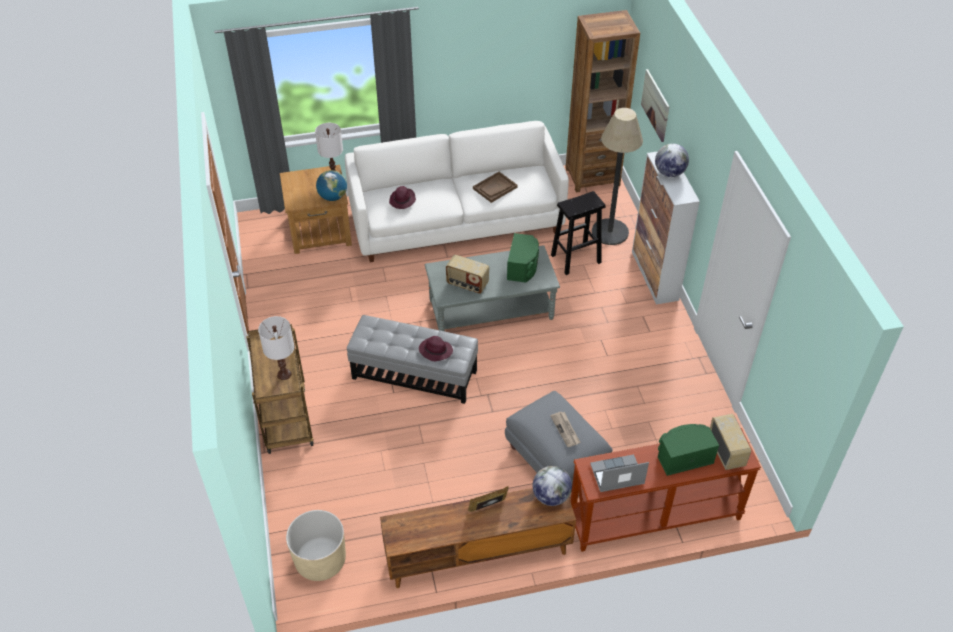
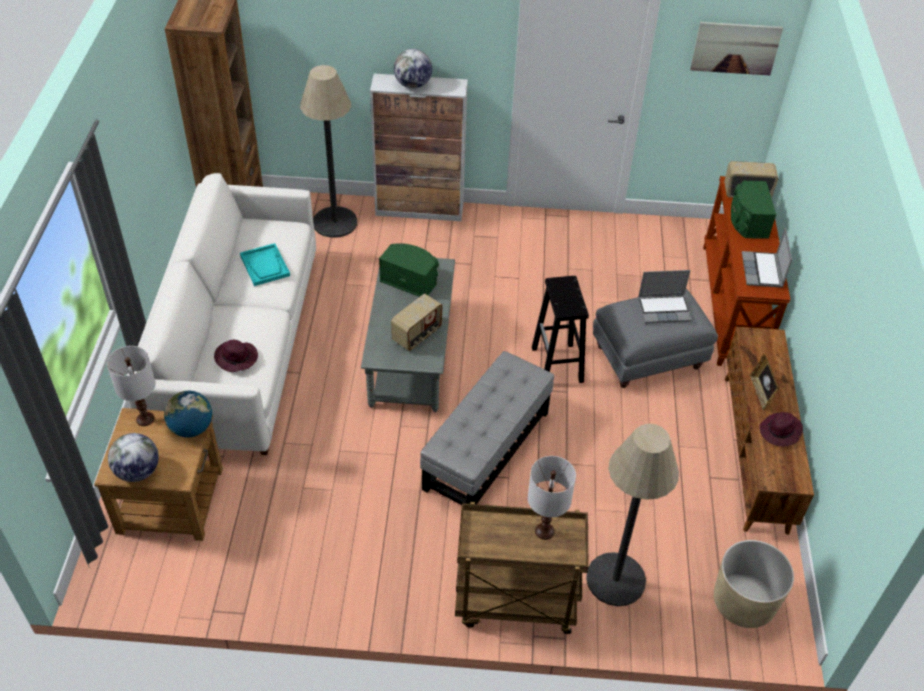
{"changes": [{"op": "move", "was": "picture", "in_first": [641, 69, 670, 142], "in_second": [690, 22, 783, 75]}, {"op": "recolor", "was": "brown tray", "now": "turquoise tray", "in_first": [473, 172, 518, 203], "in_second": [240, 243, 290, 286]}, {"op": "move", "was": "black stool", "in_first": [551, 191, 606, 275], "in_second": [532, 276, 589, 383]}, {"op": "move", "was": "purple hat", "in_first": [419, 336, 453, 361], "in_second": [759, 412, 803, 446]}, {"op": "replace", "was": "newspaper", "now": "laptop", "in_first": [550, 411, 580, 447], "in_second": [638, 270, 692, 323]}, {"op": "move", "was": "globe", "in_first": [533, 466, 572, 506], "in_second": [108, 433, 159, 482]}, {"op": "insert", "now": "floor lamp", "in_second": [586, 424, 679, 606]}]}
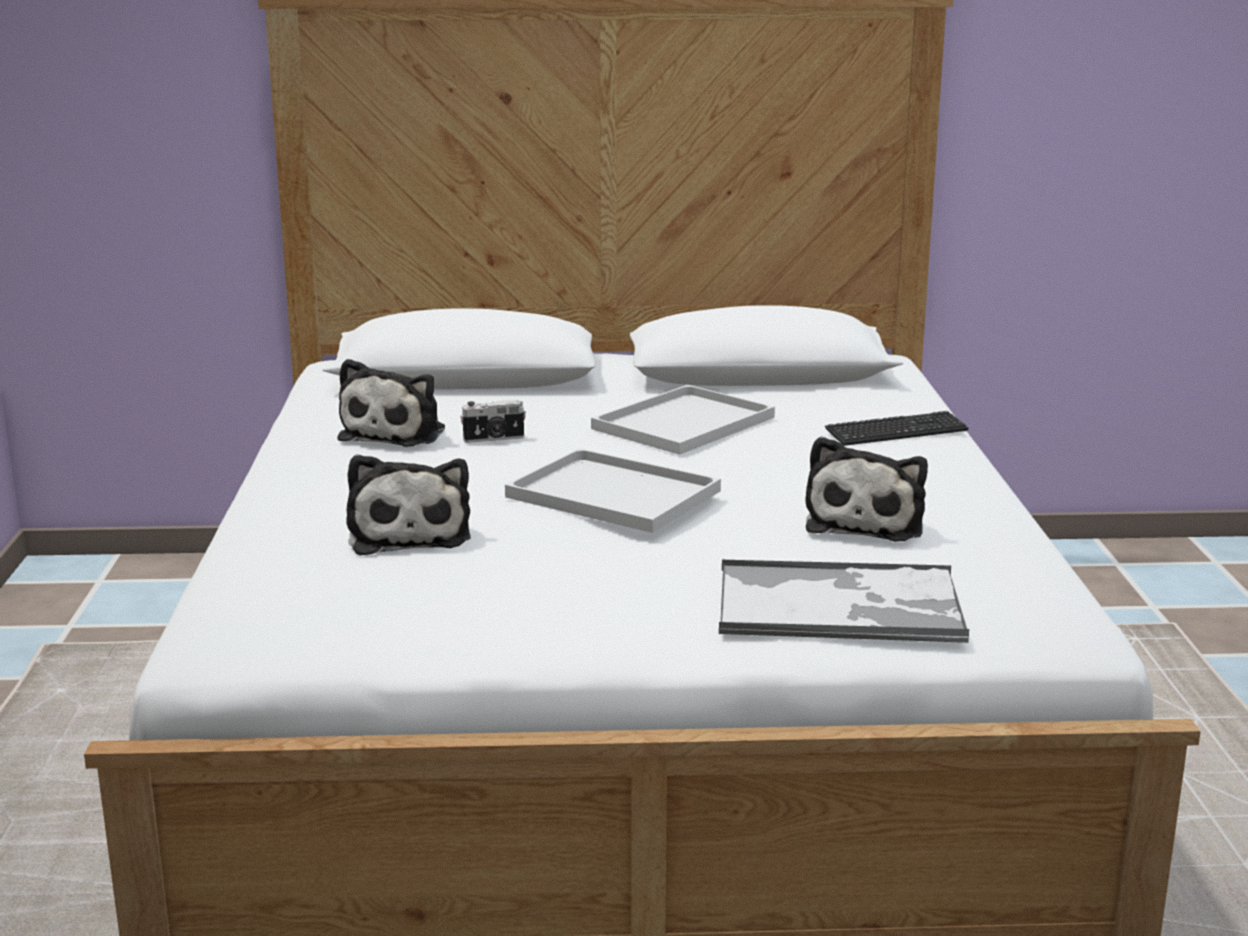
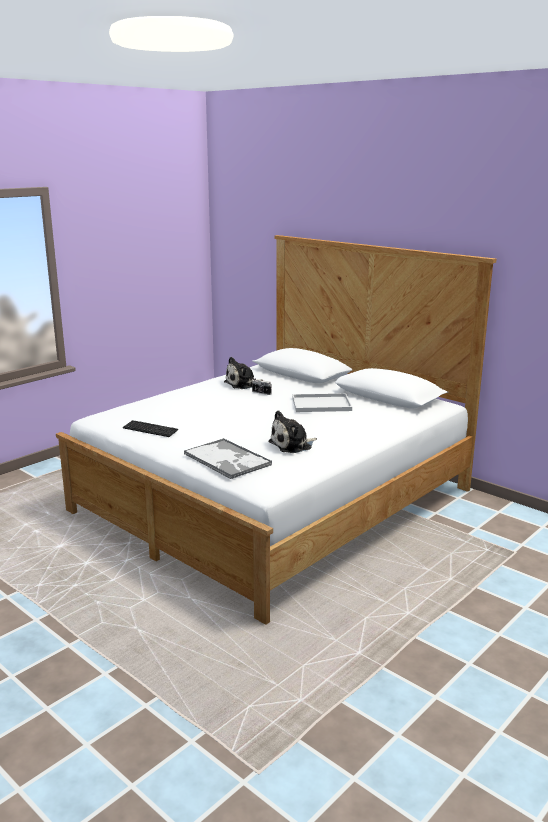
{"changes": [{"op": "move", "was": "keyboard", "in_first": [825, 411, 968, 446], "in_second": [123, 420, 178, 437]}, {"op": "delete", "was": "white tray", "in_first": [505, 448, 721, 533]}, {"op": "delete", "was": "plush toy", "in_first": [347, 454, 471, 555]}]}
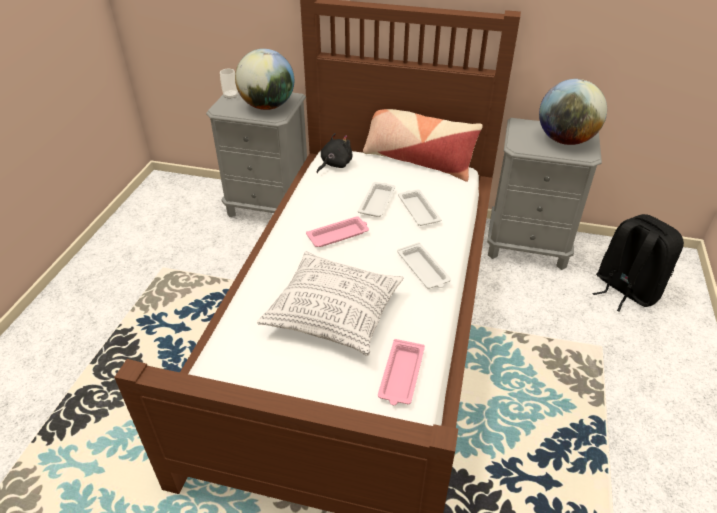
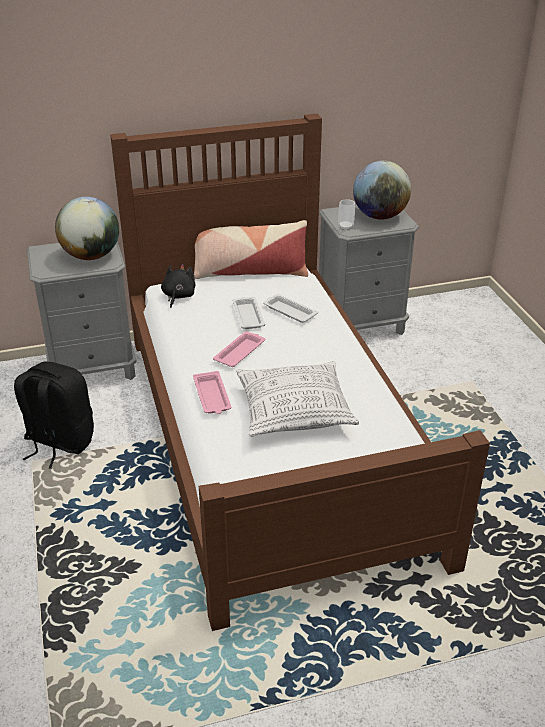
{"changes": [{"op": "move", "was": "cup", "in_first": [220, 69, 238, 99], "in_second": [338, 199, 355, 231]}, {"op": "move", "was": "black backpack", "in_first": [592, 214, 684, 312], "in_second": [14, 361, 94, 469]}, {"op": "delete", "was": "white tray", "in_first": [397, 242, 451, 289]}, {"op": "move", "was": "pink tray", "in_first": [378, 339, 425, 405], "in_second": [193, 371, 231, 414]}]}
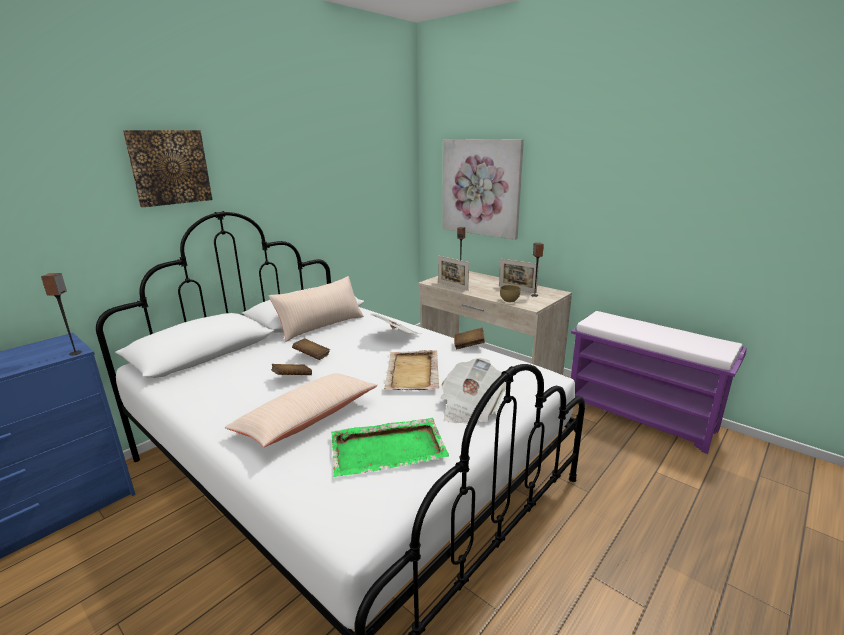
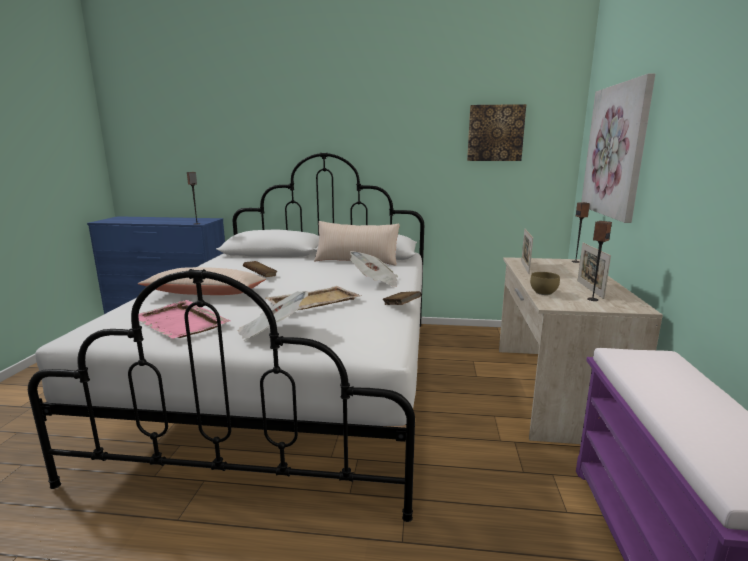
{"changes": [{"op": "move", "was": "picture", "in_first": [123, 130, 212, 207], "in_second": [467, 104, 526, 161]}, {"op": "delete", "was": "brown book", "in_first": [292, 338, 330, 360]}, {"op": "recolor", "was": "green tray", "now": "pink tray", "in_first": [331, 418, 449, 478], "in_second": [139, 300, 230, 339]}]}
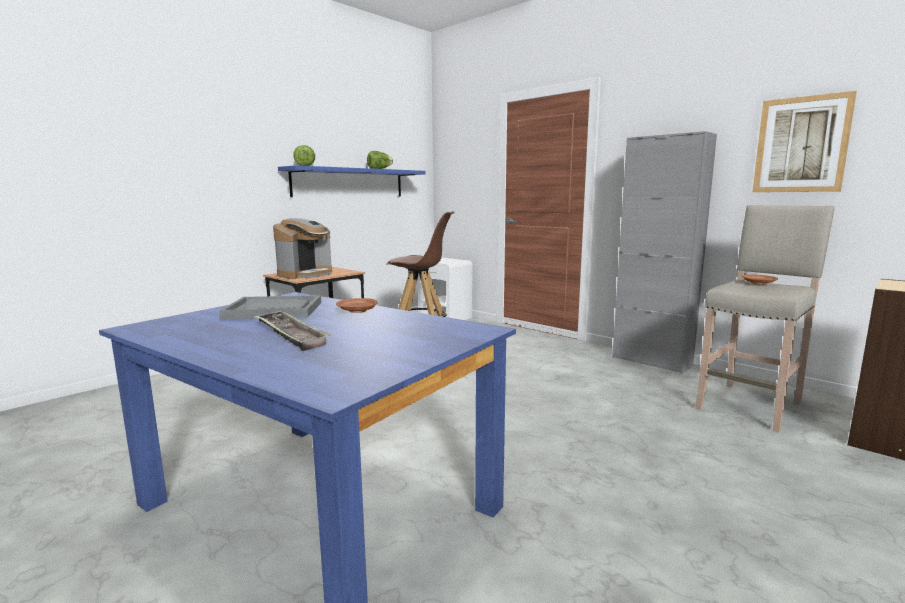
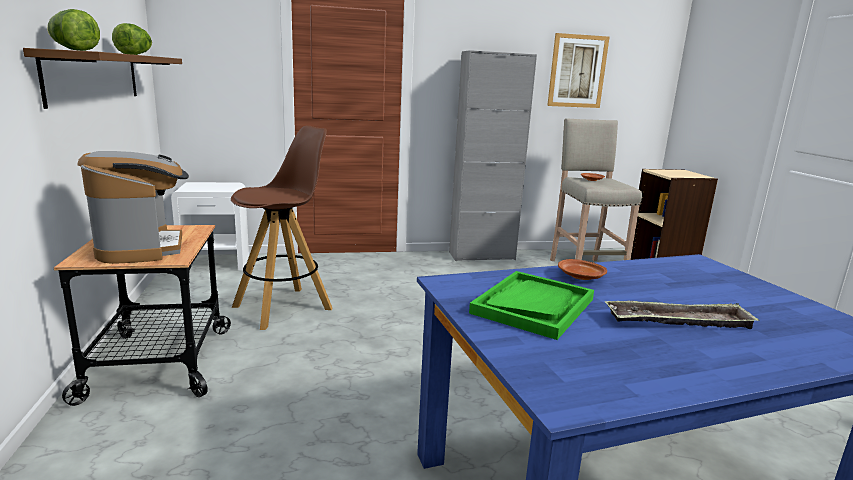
{"changes": [{"op": "recolor", "was": "blue shelf", "now": "brown shelf", "in_first": [278, 165, 426, 197], "in_second": [23, 48, 182, 109]}, {"op": "recolor", "was": "grey tray", "now": "green tray", "in_first": [219, 295, 321, 319], "in_second": [469, 271, 594, 340]}]}
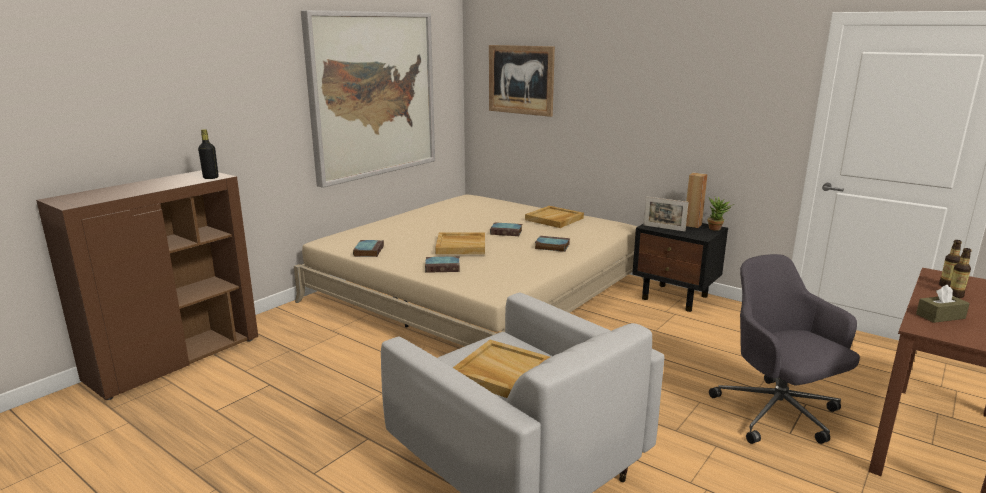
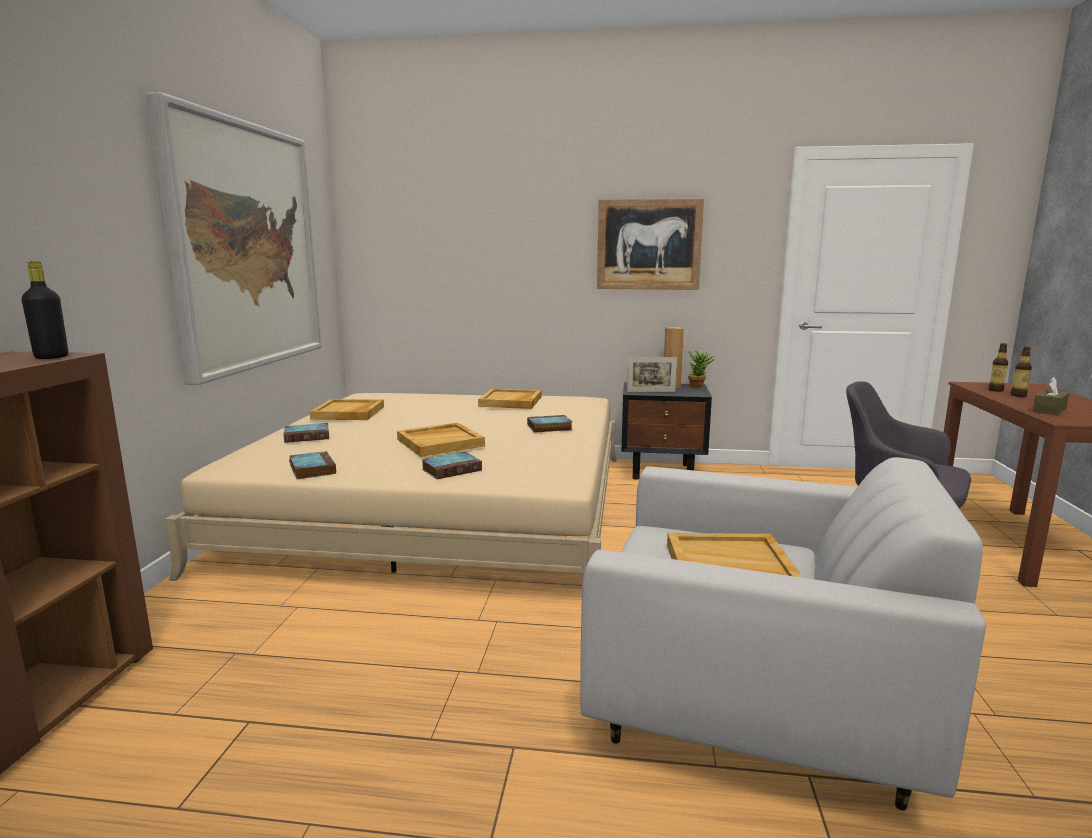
{"changes": [{"op": "move", "was": "picture", "in_first": [489, 45, 555, 117], "in_second": [597, 198, 704, 290]}, {"op": "move", "was": "book", "in_first": [490, 222, 522, 236], "in_second": [283, 423, 329, 443]}, {"op": "insert", "now": "beige tray", "in_second": [310, 399, 384, 420]}]}
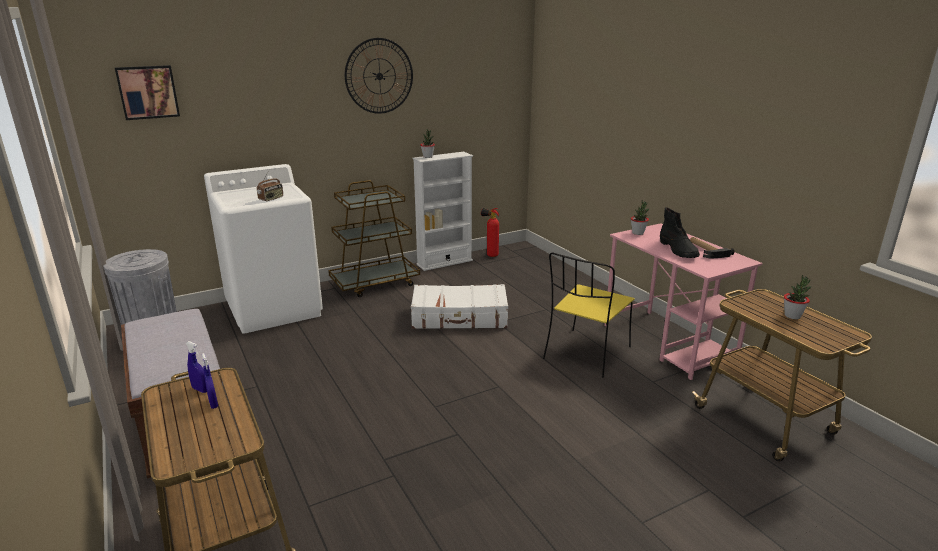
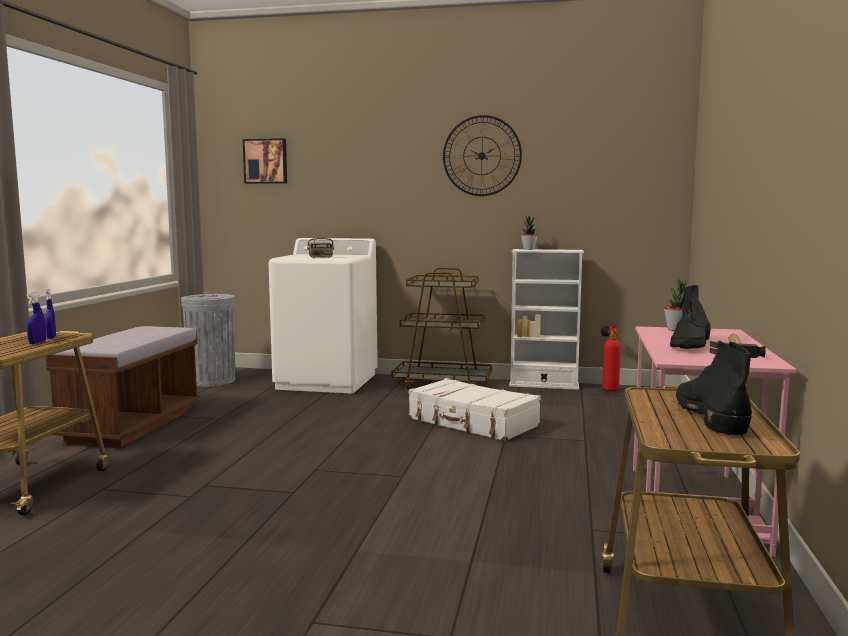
{"changes": [{"op": "delete", "was": "yellow chair", "in_first": [543, 253, 634, 378]}, {"op": "replace", "was": "potted plant", "now": "black boot", "in_first": [784, 275, 812, 319], "in_second": [676, 341, 752, 436]}]}
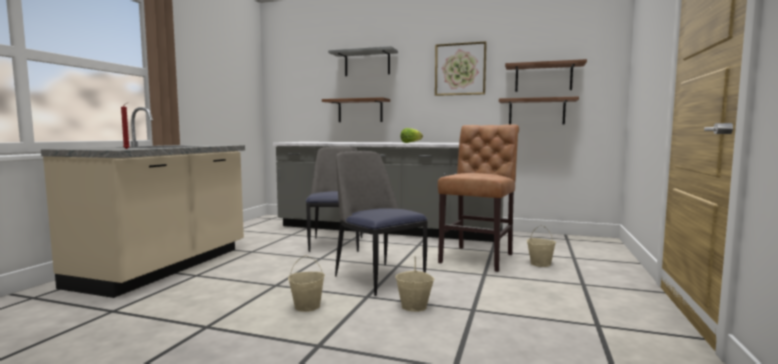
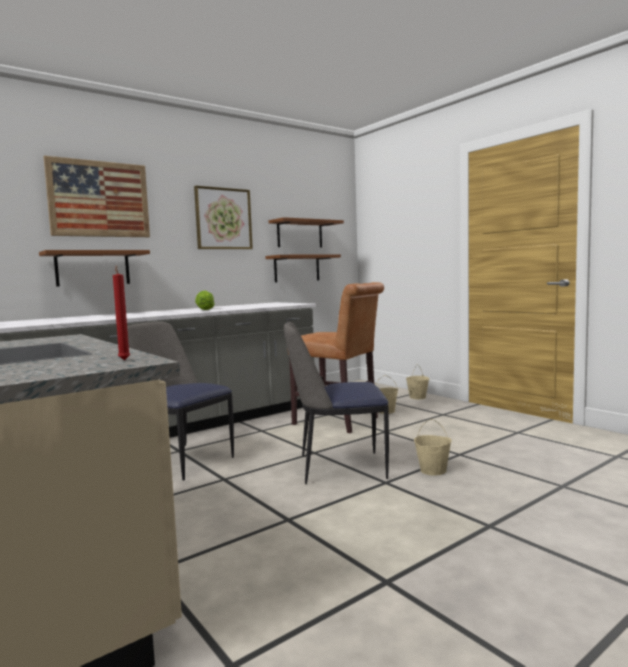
{"changes": [{"op": "replace", "was": "grey shelf", "now": "picture", "in_first": [328, 46, 398, 76], "in_second": [43, 156, 150, 237]}, {"op": "rotate", "was": "brown chair", "in_first": [438, 125, 519, 272], "in_second": [287, 282, 384, 434], "clockwise": 150}, {"op": "move", "was": "beige bucket", "in_first": [288, 255, 325, 312], "in_second": [406, 365, 429, 399]}]}
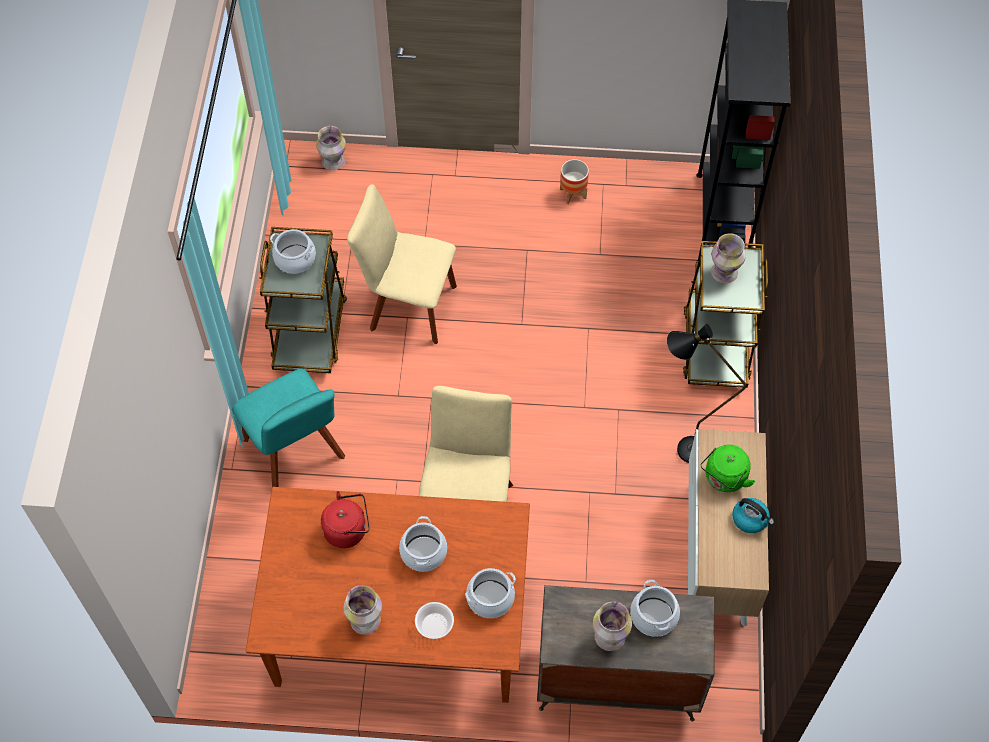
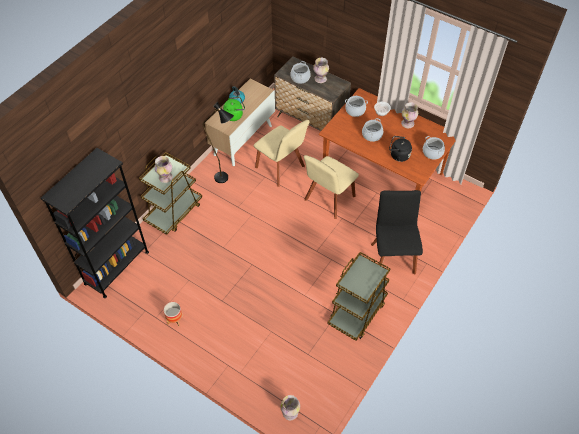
{"changes": [{"op": "move", "was": "beige chair", "in_first": [347, 184, 457, 344], "in_second": [253, 120, 310, 187]}, {"op": "move", "was": "cooking pot", "in_first": [270, 229, 316, 274], "in_second": [423, 136, 445, 160]}, {"op": "recolor", "was": "turquoise chair", "now": "black chair", "in_first": [232, 368, 345, 487], "in_second": [371, 190, 423, 275]}, {"op": "recolor", "was": "red kettle", "now": "black kettle", "in_first": [321, 491, 370, 548], "in_second": [389, 136, 412, 162]}]}
